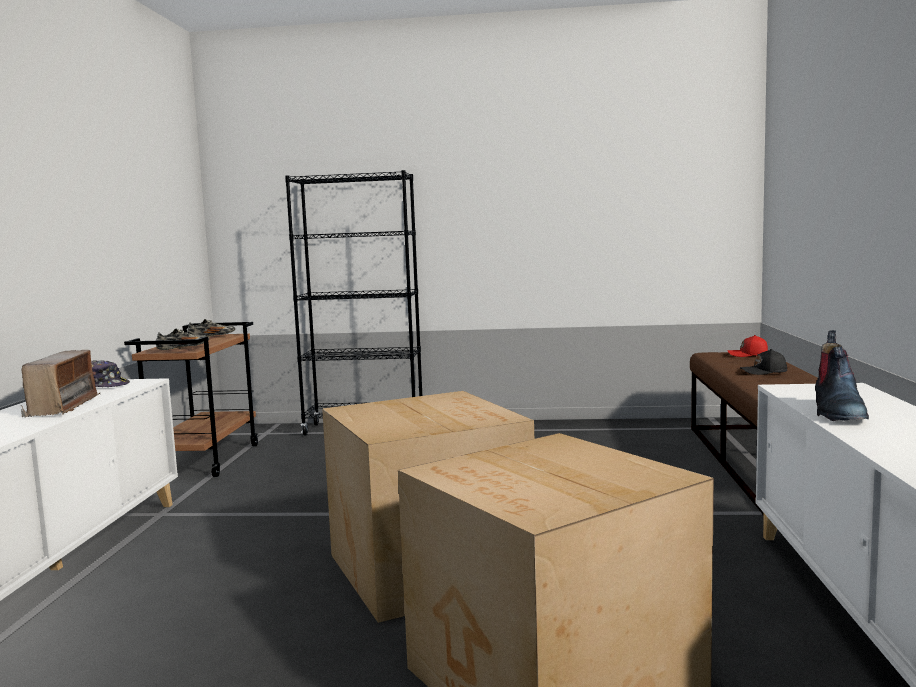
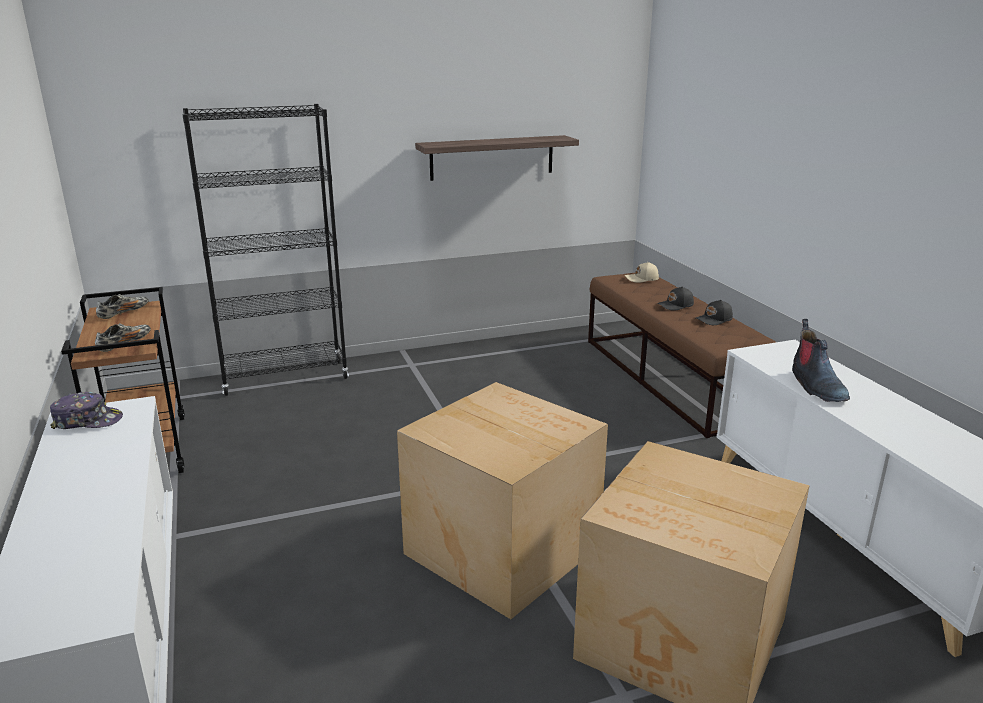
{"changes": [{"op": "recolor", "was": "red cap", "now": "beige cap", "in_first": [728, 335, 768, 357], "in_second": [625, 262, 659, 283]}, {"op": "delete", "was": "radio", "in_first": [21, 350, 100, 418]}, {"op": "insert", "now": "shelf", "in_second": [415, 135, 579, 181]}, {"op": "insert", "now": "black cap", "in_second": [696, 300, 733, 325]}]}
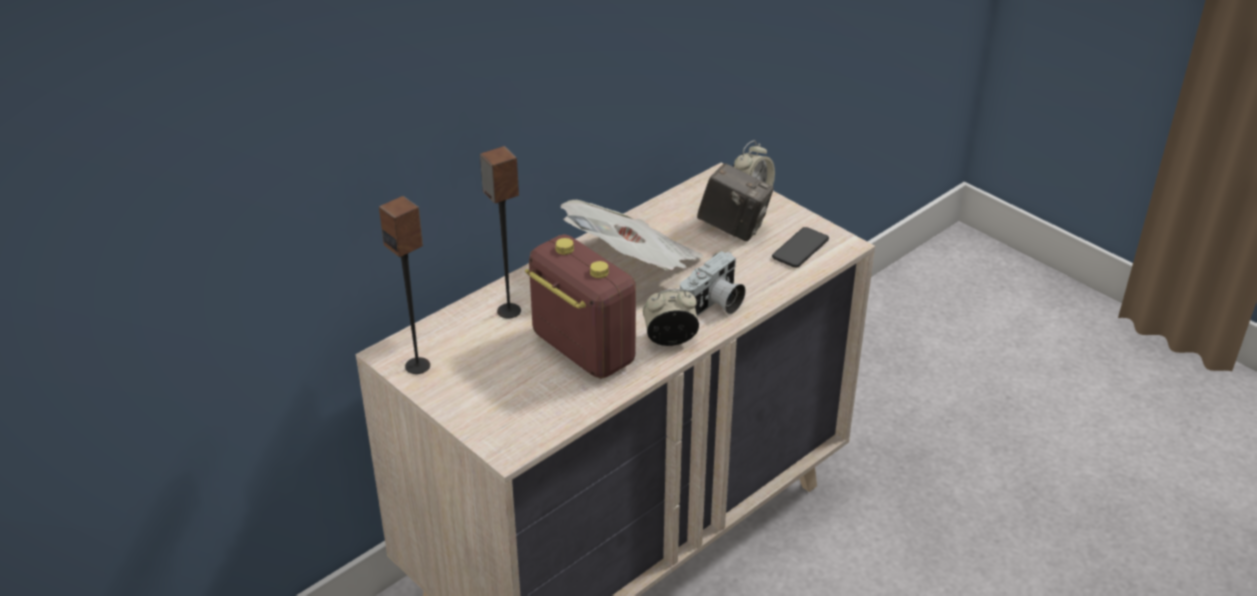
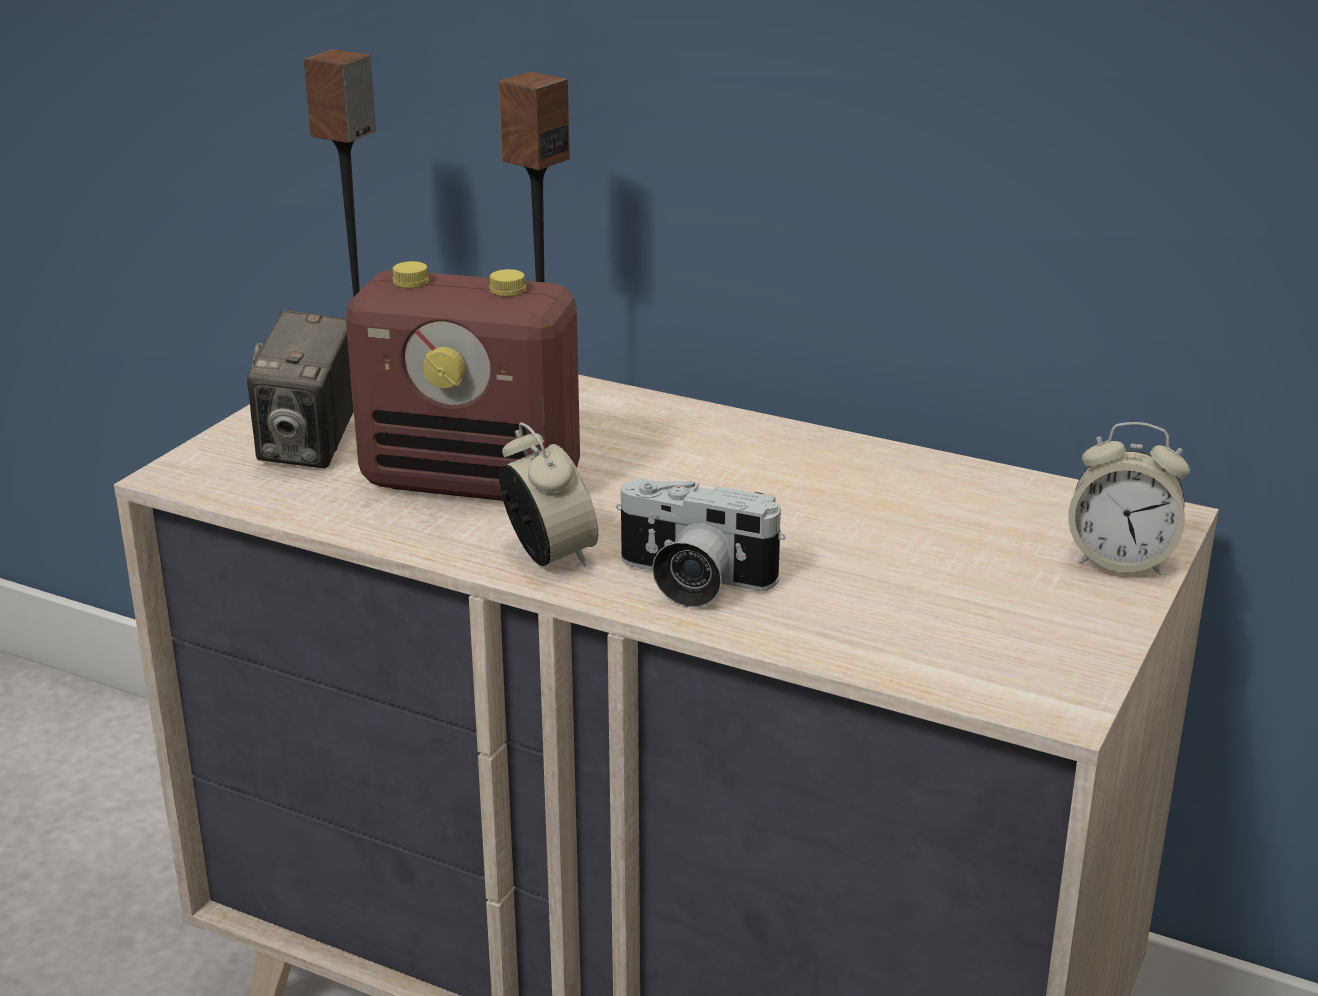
{"changes": [{"op": "move", "was": "photo camera", "in_first": [697, 163, 774, 241], "in_second": [247, 310, 354, 468]}, {"op": "delete", "was": "newspaper", "in_first": [560, 200, 703, 271]}, {"op": "delete", "was": "phone", "in_first": [772, 227, 829, 268]}, {"op": "rotate", "was": "radio", "in_first": [525, 234, 636, 379], "in_second": [346, 261, 580, 501], "clockwise": 75}]}
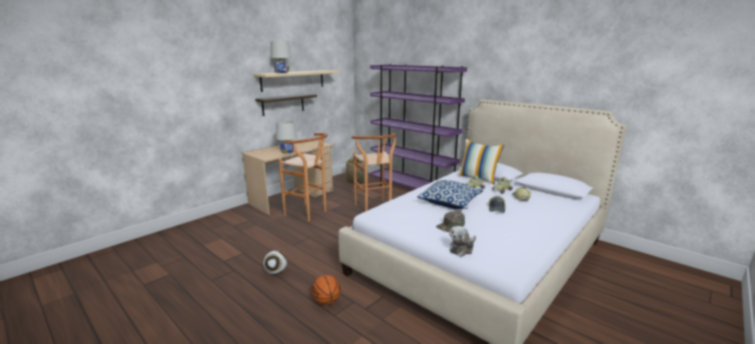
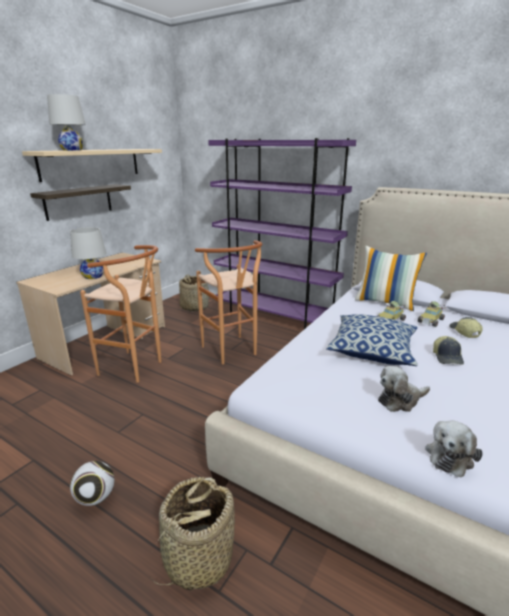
{"changes": [{"op": "replace", "was": "green cap", "now": "plush toy", "in_first": [436, 211, 465, 232], "in_second": [378, 366, 430, 412]}, {"op": "replace", "was": "basketball", "now": "basket", "in_first": [311, 275, 340, 305], "in_second": [148, 477, 235, 591]}]}
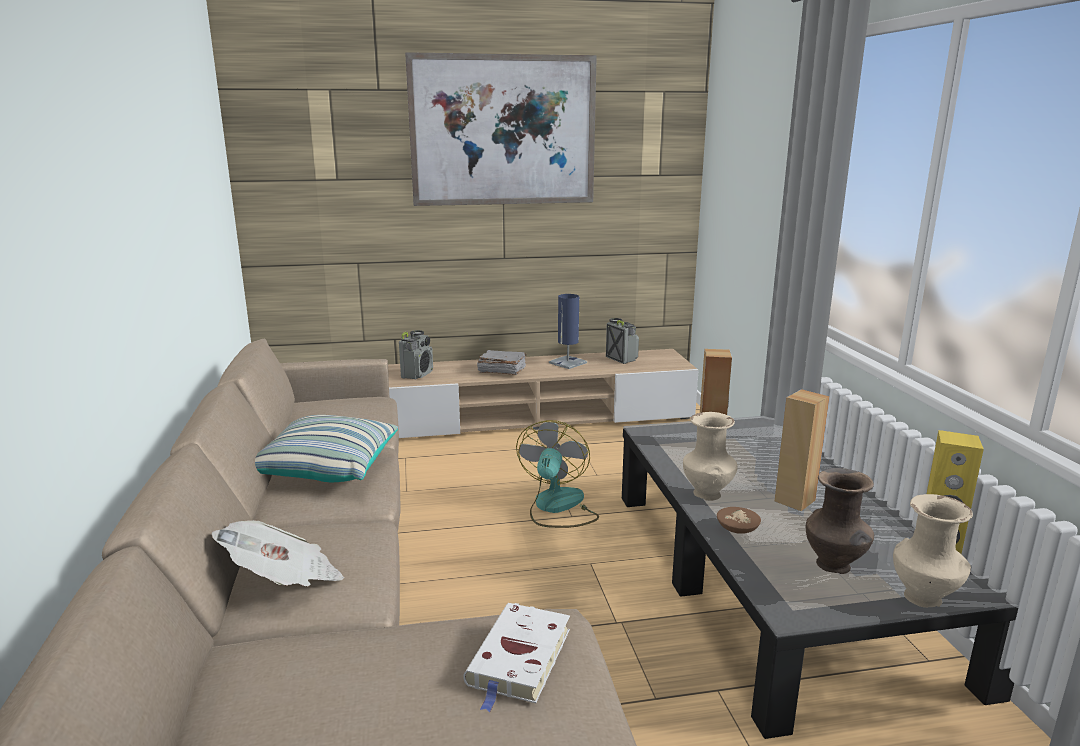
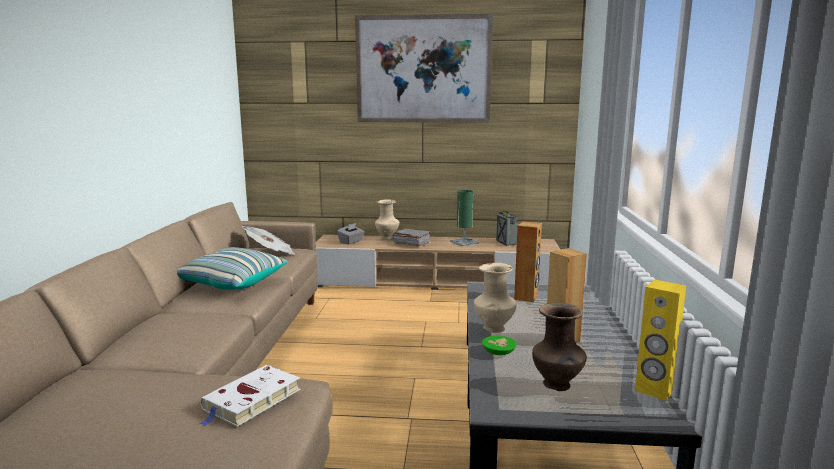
{"changes": [{"op": "recolor", "was": "blue table lamp", "now": "green table lamp", "in_first": [549, 294, 587, 369], "in_second": [450, 190, 479, 246]}, {"op": "replace", "was": "radio", "now": "grey tissue box", "in_first": [399, 330, 433, 379], "in_second": [337, 223, 365, 244]}, {"op": "delete", "was": "fan", "in_first": [516, 420, 599, 528]}, {"op": "move", "was": "beige vase", "in_first": [893, 494, 973, 608], "in_second": [375, 199, 399, 239]}, {"op": "recolor", "was": "brown bowl", "now": "green bowl", "in_first": [717, 507, 761, 534], "in_second": [482, 336, 517, 355]}, {"op": "move", "was": "newspaper", "in_first": [211, 520, 345, 586], "in_second": [242, 226, 295, 255]}]}
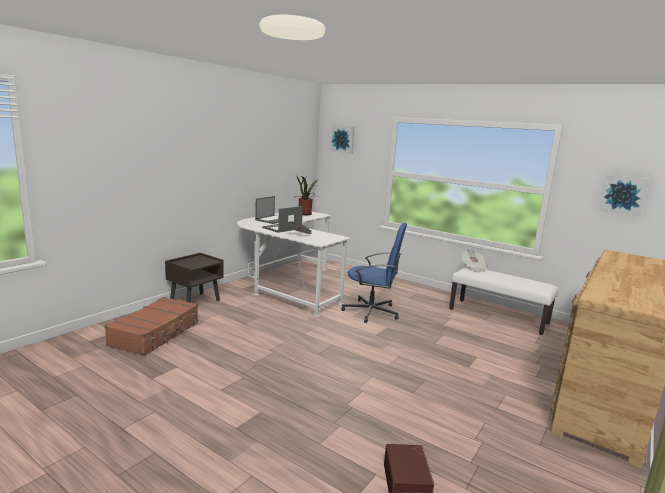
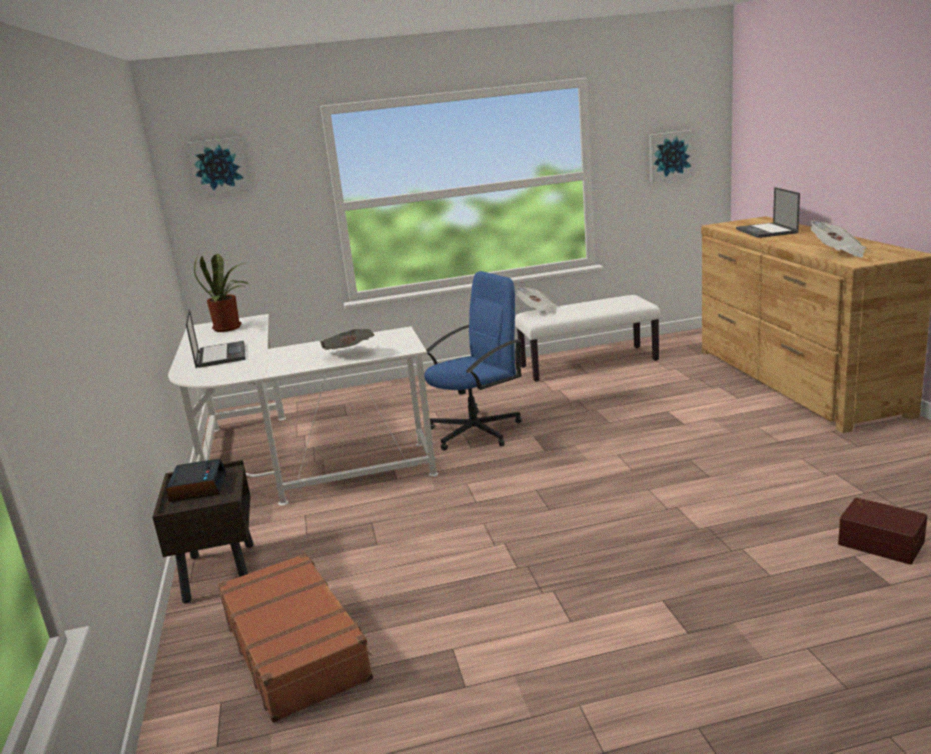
{"changes": [{"op": "move", "was": "laptop", "in_first": [262, 206, 303, 233], "in_second": [736, 187, 800, 238]}, {"op": "insert", "now": "newspaper", "in_second": [810, 221, 866, 258]}, {"op": "insert", "now": "alarm clock", "in_second": [166, 459, 226, 502]}]}
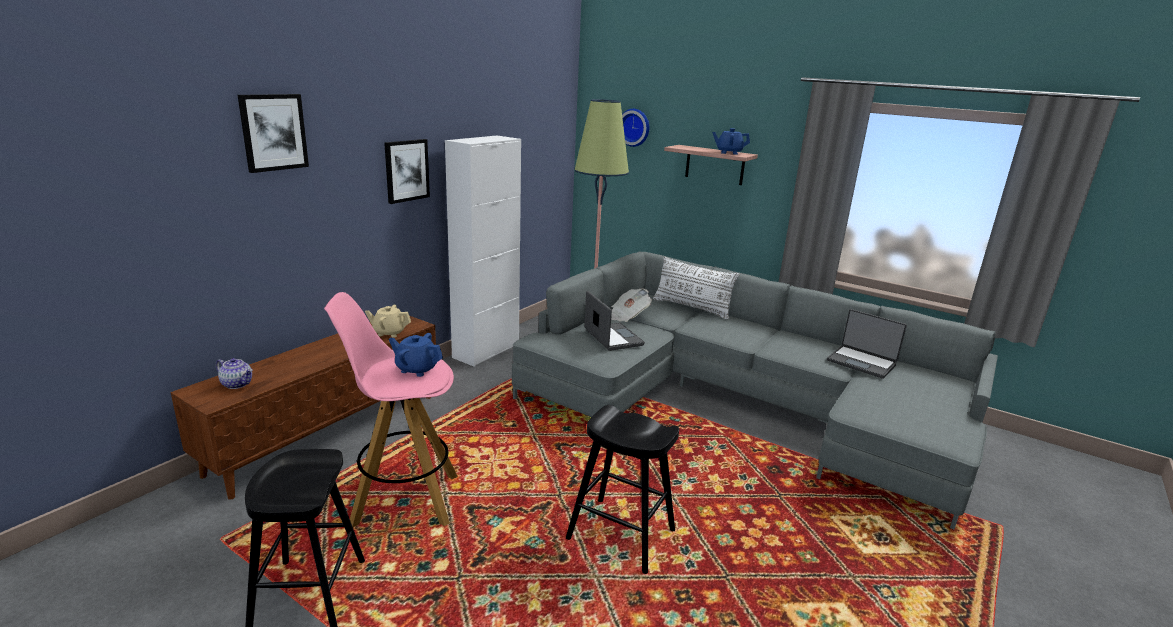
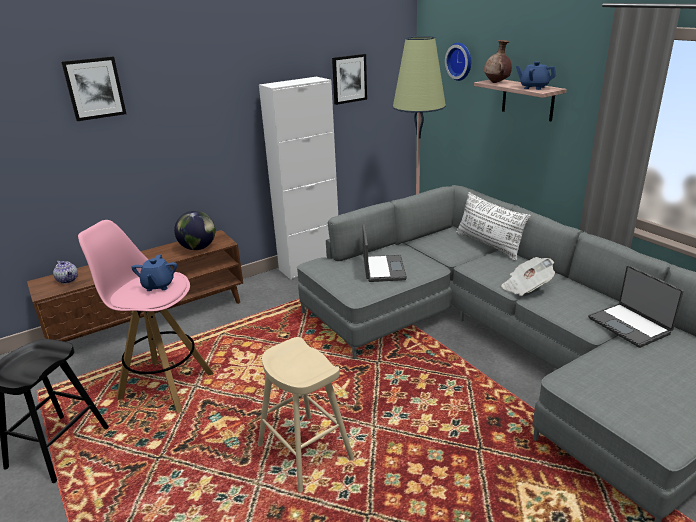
{"changes": [{"op": "move", "was": "picture", "in_first": [384, 139, 430, 204], "in_second": [332, 54, 367, 105]}, {"op": "move", "was": "newspaper", "in_first": [611, 289, 652, 322], "in_second": [501, 257, 555, 296]}, {"op": "replace", "was": "beige teapot", "now": "globe", "in_first": [365, 305, 411, 337], "in_second": [174, 211, 215, 250]}, {"op": "rotate", "was": "blue teapot", "in_first": [389, 333, 443, 377], "in_second": [131, 255, 177, 291], "clockwise": -135}, {"op": "recolor", "was": "black stool", "now": "beige stool", "in_first": [566, 405, 679, 574], "in_second": [258, 337, 354, 493]}, {"op": "insert", "now": "brown vase", "in_second": [484, 40, 512, 83]}]}
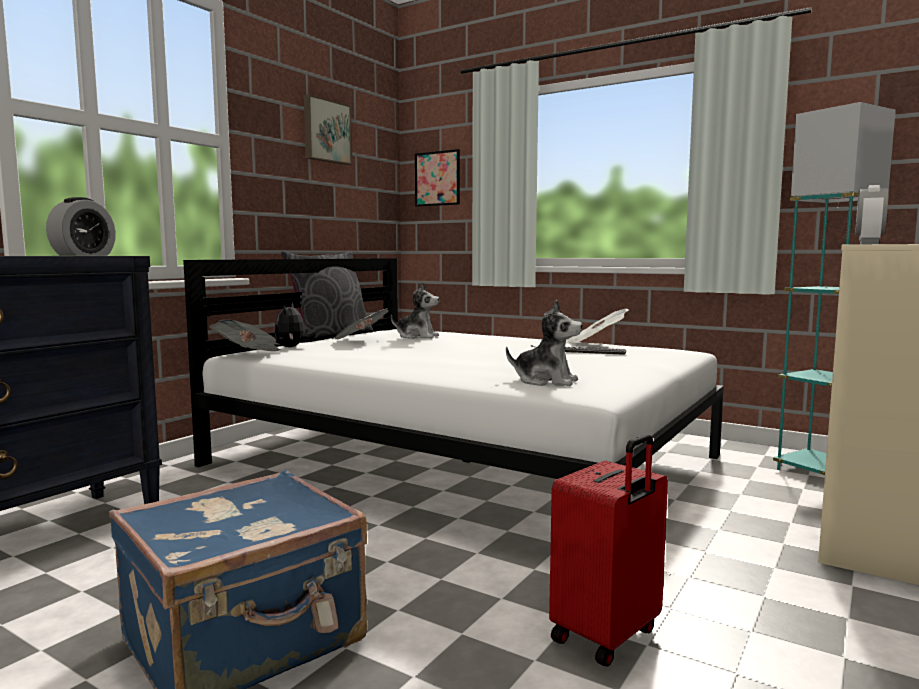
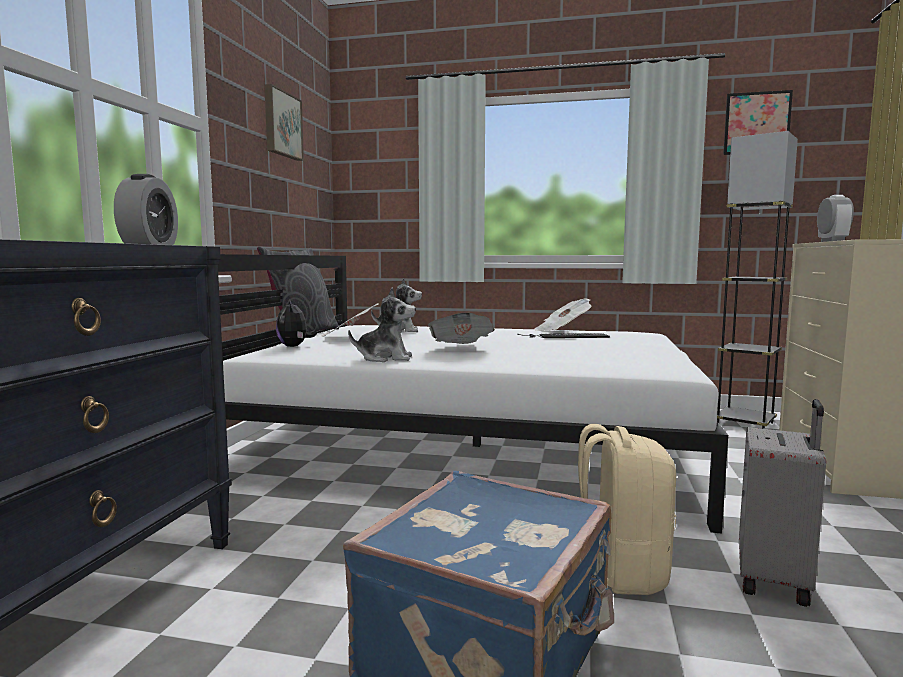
{"changes": [{"op": "recolor", "was": "turquoise floor lamp", "now": "grey floor lamp", "in_first": [773, 102, 896, 475], "in_second": [717, 131, 798, 429]}, {"op": "move", "was": "picture", "in_first": [415, 149, 460, 207], "in_second": [723, 90, 793, 155]}, {"op": "move", "was": "plush toy", "in_first": [506, 300, 582, 386], "in_second": [348, 288, 416, 362]}, {"op": "move", "was": "newspaper", "in_first": [209, 319, 280, 351], "in_second": [428, 312, 495, 344]}, {"op": "recolor", "was": "red suitcase", "now": "grey suitcase", "in_first": [549, 434, 668, 667], "in_second": [739, 399, 826, 607]}, {"op": "insert", "now": "beige backpack", "in_second": [578, 424, 676, 595]}]}
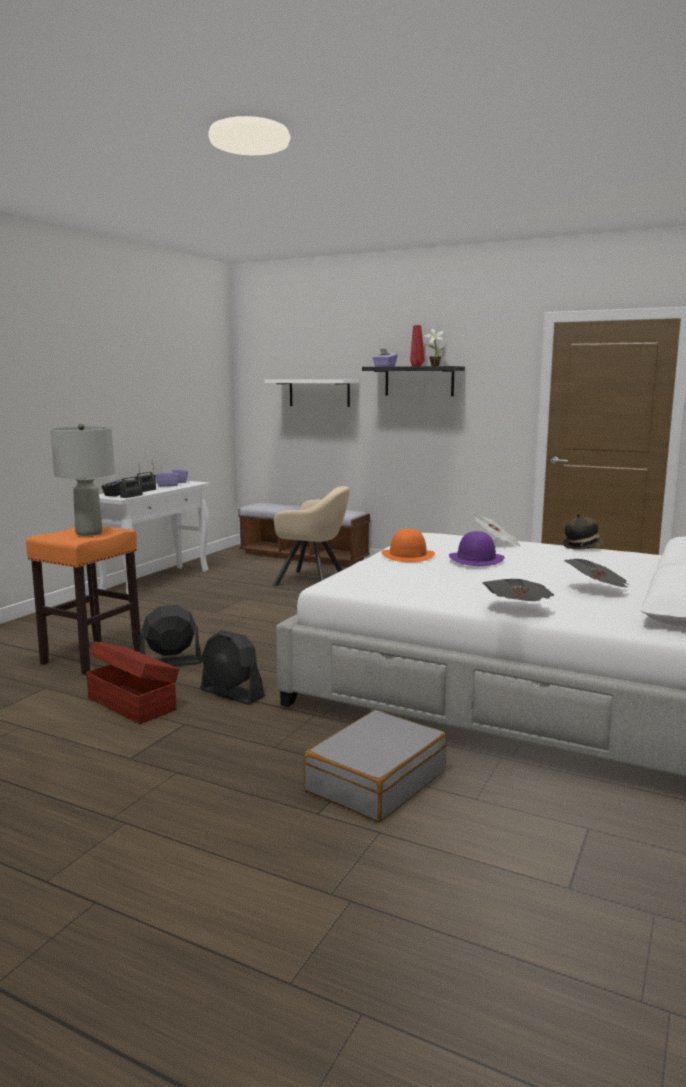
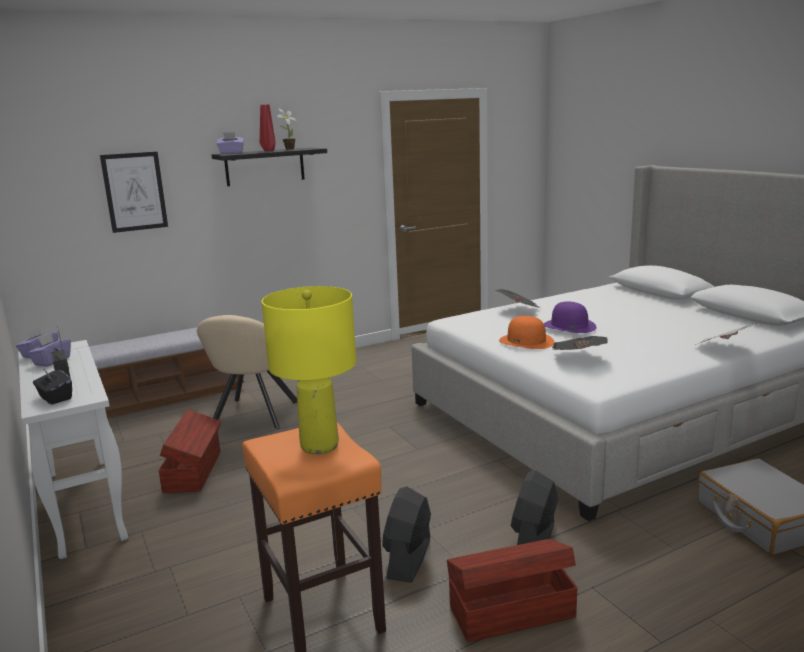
{"changes": [{"op": "replace", "was": "white shelf", "now": "picture", "in_first": [264, 379, 359, 407], "in_second": [100, 152, 168, 233]}, {"op": "recolor", "was": "grey table lamp", "now": "yellow table lamp", "in_first": [50, 424, 115, 536], "in_second": [262, 286, 356, 455]}, {"op": "delete", "was": "radio", "in_first": [119, 471, 143, 498]}, {"op": "rotate", "was": "beige armchair", "in_first": [273, 486, 350, 586], "in_second": [197, 315, 297, 429], "clockwise": 135}, {"op": "delete", "was": "hat", "in_first": [563, 514, 604, 550]}, {"op": "move", "was": "newspaper", "in_first": [564, 559, 629, 587], "in_second": [552, 336, 608, 350]}, {"op": "rotate", "was": "black fan", "in_first": [201, 630, 264, 705], "in_second": [511, 470, 559, 545], "clockwise": 135}, {"op": "insert", "now": "brown storage box", "in_second": [158, 409, 221, 493]}]}
